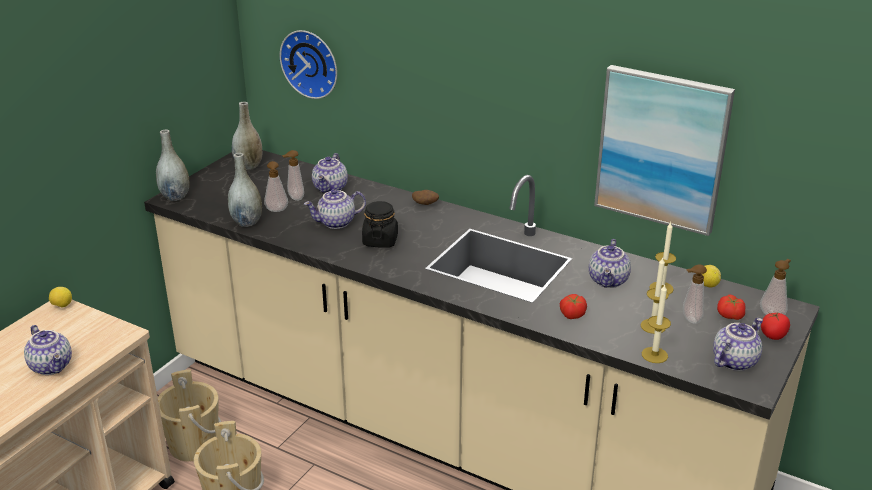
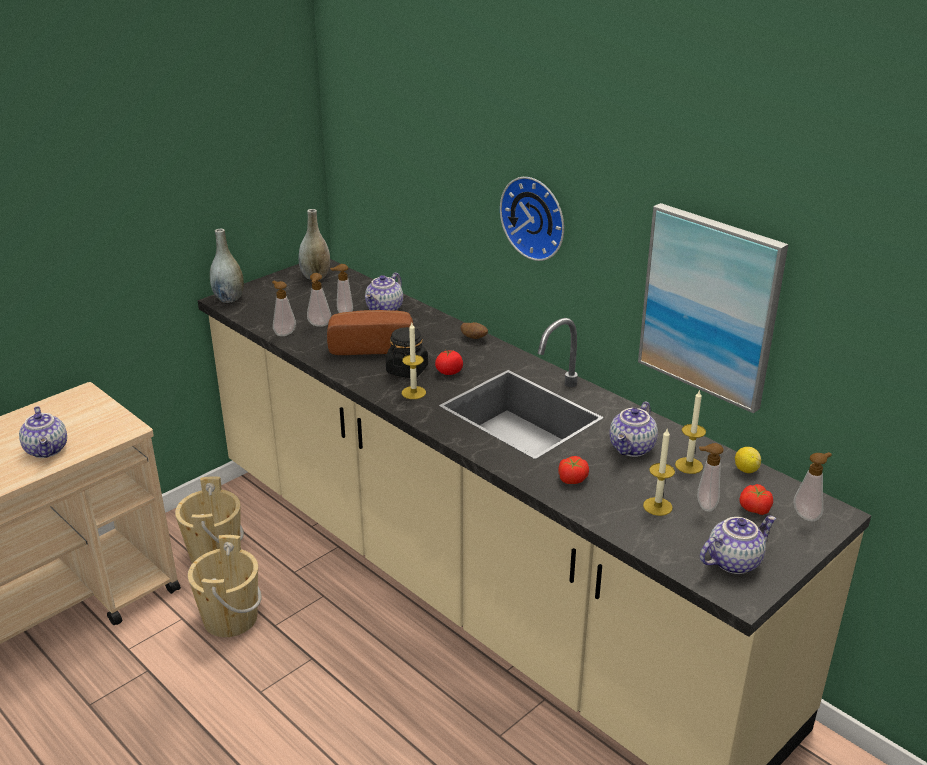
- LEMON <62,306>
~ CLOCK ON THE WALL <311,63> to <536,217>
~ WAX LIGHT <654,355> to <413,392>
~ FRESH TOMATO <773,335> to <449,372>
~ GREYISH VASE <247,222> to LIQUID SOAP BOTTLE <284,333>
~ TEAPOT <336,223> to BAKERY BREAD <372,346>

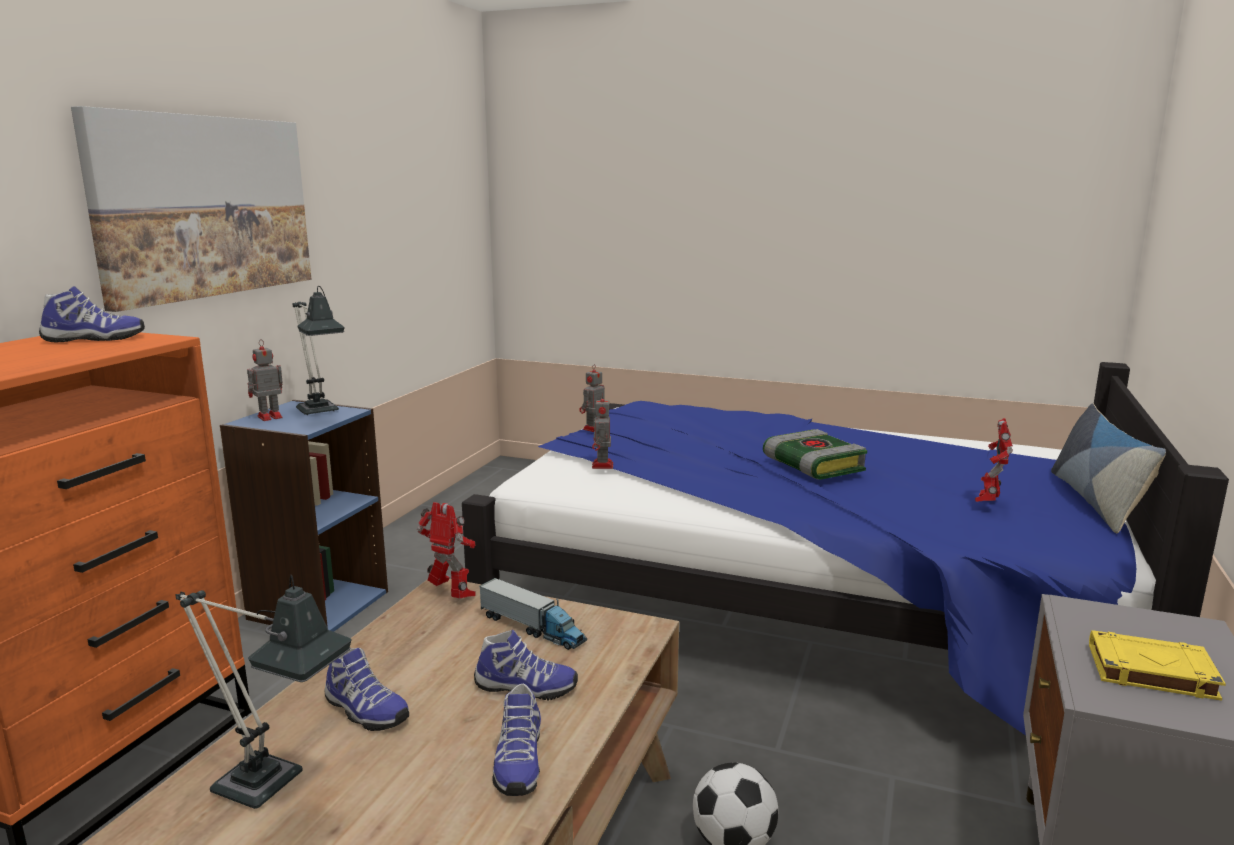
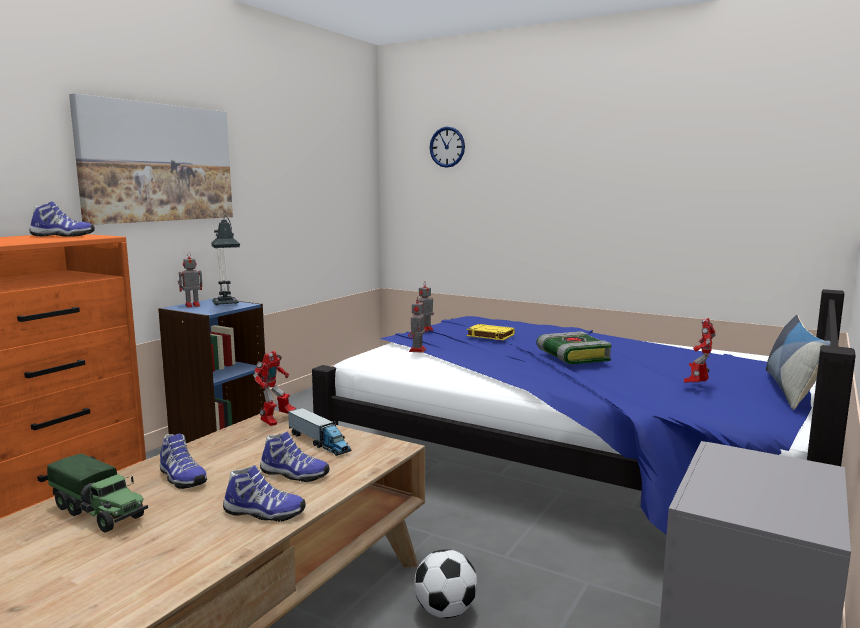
+ CLOCK ON THE WALL <447,147>
~ YELLOW-COLOURED BOOK <1149,671> to <489,335>
~ TABLETOP LAMP <272,789> to MODEL TRUCK <100,513>
~ TOY ROBOT <452,595> = <276,421> 75 degrees clockwise
~ ITEM OF FOOTWEAR <517,762> = <263,513> 90 degrees counterclockwise

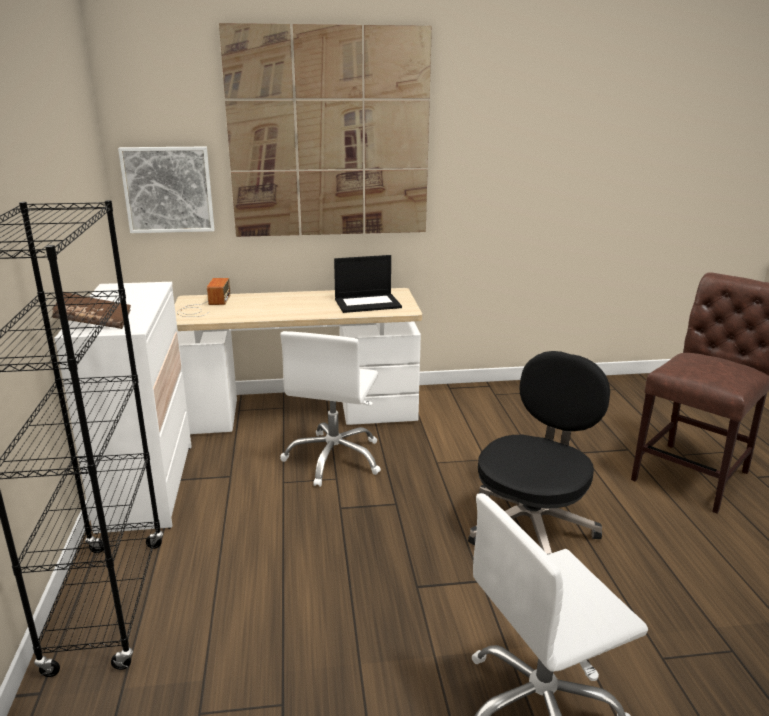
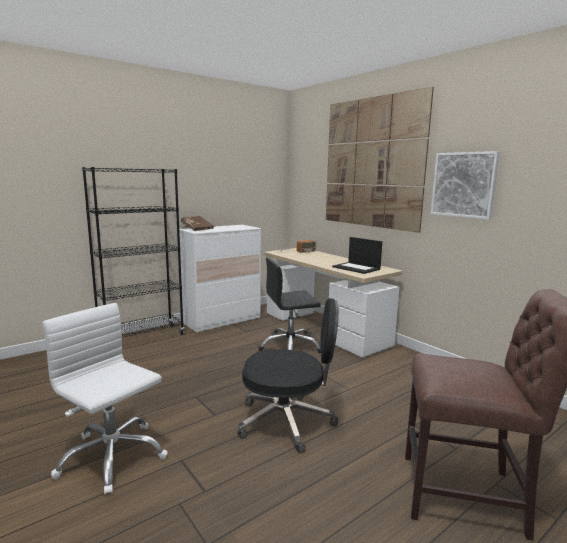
~ PICTURE <168,189> to <463,185>
~ WHITE-COLOURED OFFICE CHAIR <334,458> to BLACK OFFICE CHAIR <290,347>

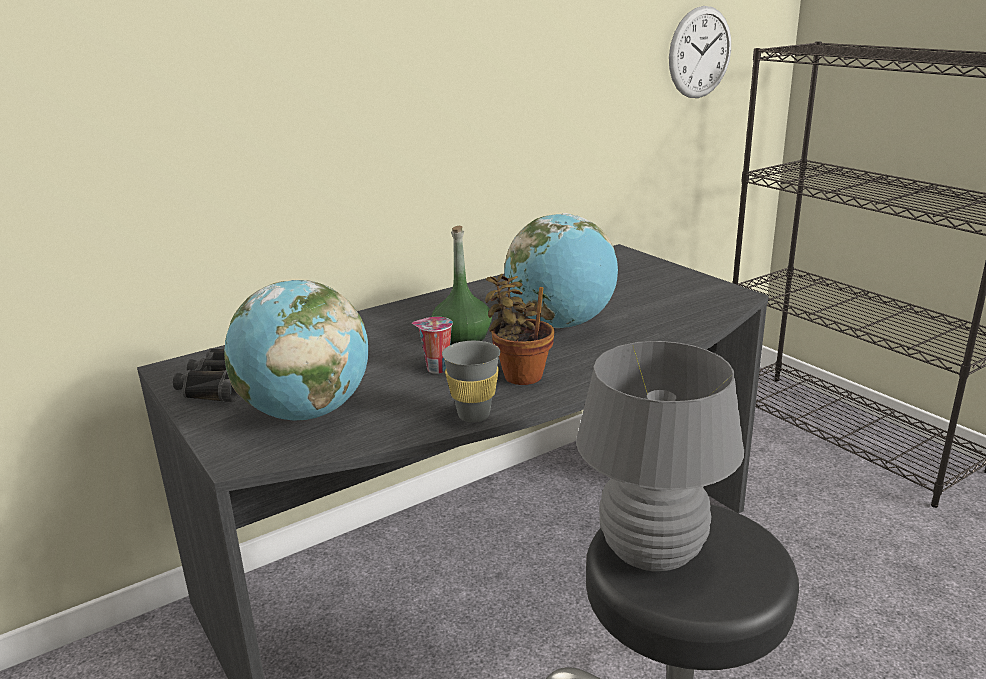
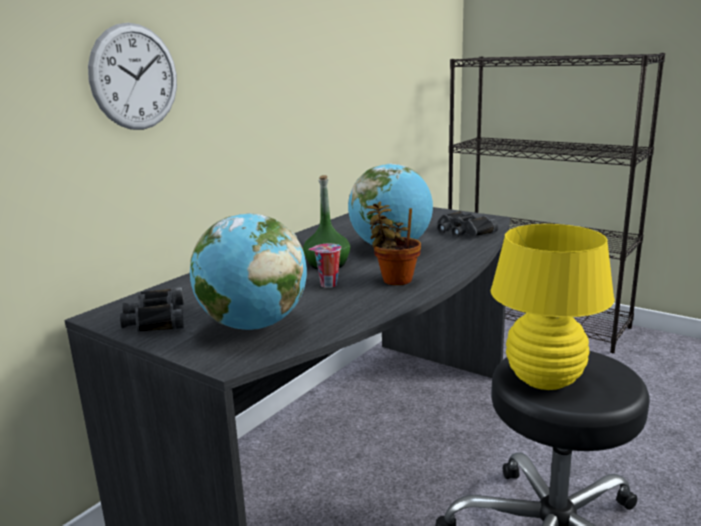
- GREYISH CUP <473,415>
+ BLACK PAIR OF BINOCULARS <463,231>
~ CLOCK ON THE WALL <700,52> to <134,77>
~ GREYISH TABLETOP LAMP <652,553> to YELLOW-COLOURED TABLETOP LAMP <544,380>

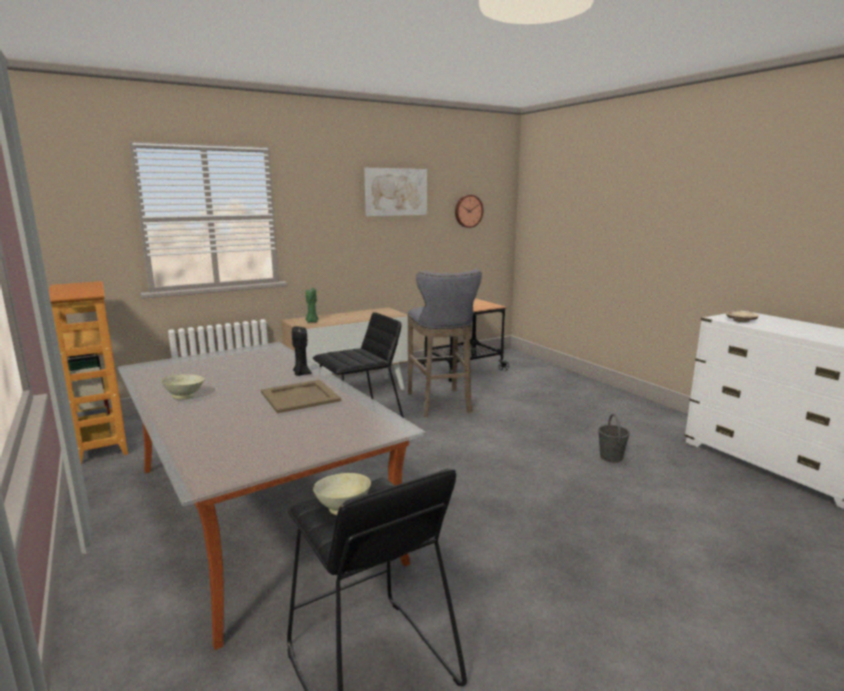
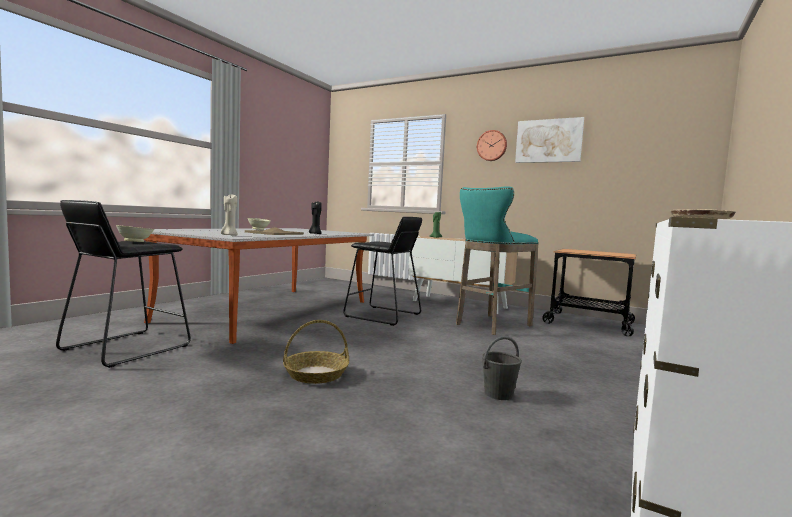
- BOOKCASE <101,442>
+ SAND-COLOURED WAX LIGHT <229,235>
+ BASKET <315,374>
~ CLOCK ON THE WALL <468,211> to <492,145>
~ GREYISH STOOL SEAT <441,404> to TURQUOISE-COLOURED STOOL SEAT <490,325>

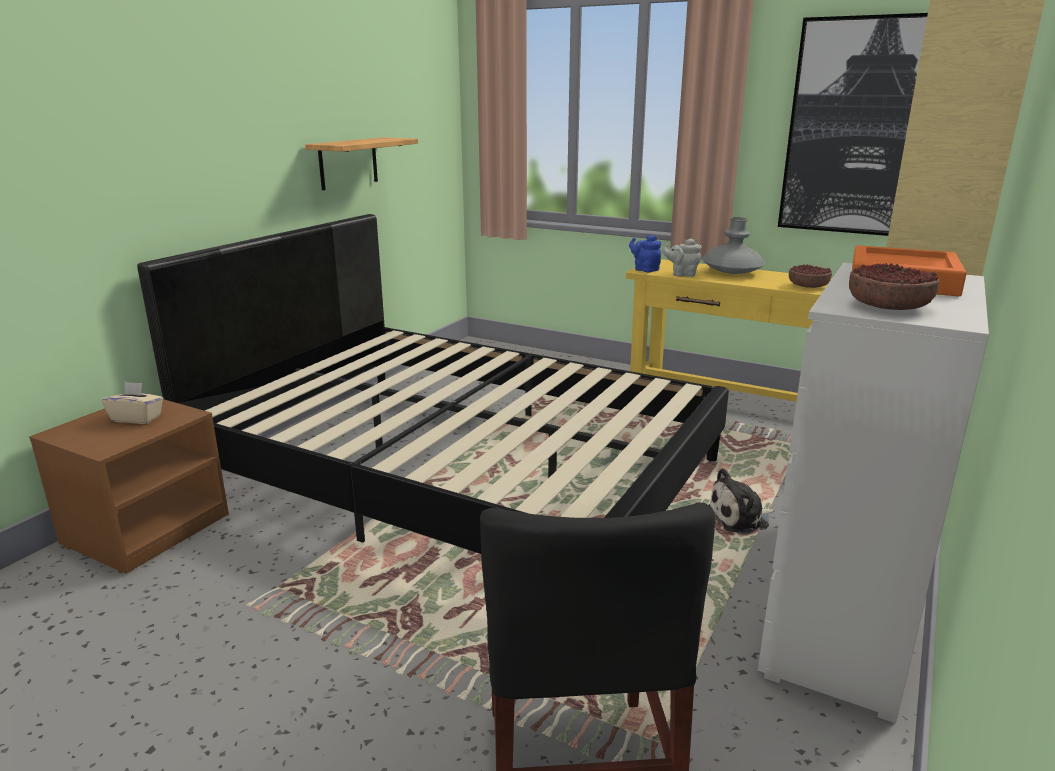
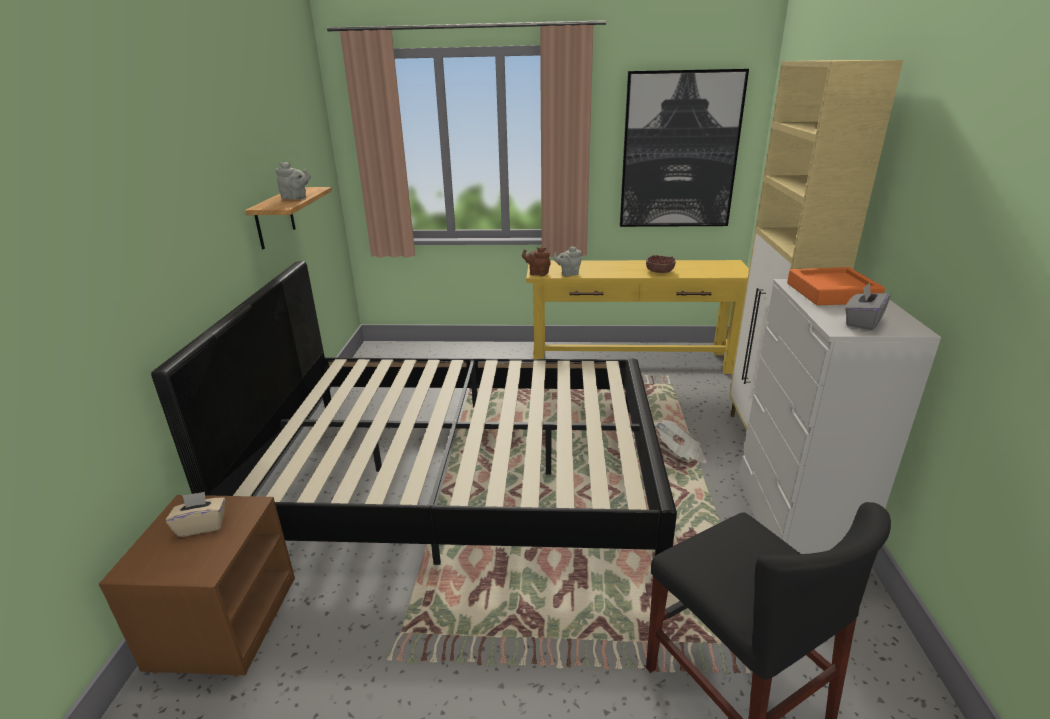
- GREYISH VASE <731,272>
+ GREYISH TEAPOT <296,198>
~ SOFT TOY <740,518> to NEWSPAPER <680,453>
~ BOWL <888,306> to GREYISH TISSUE BOX <862,322>
~ BLUE TEAPOT <645,269> to BROWN TEAPOT <537,273>

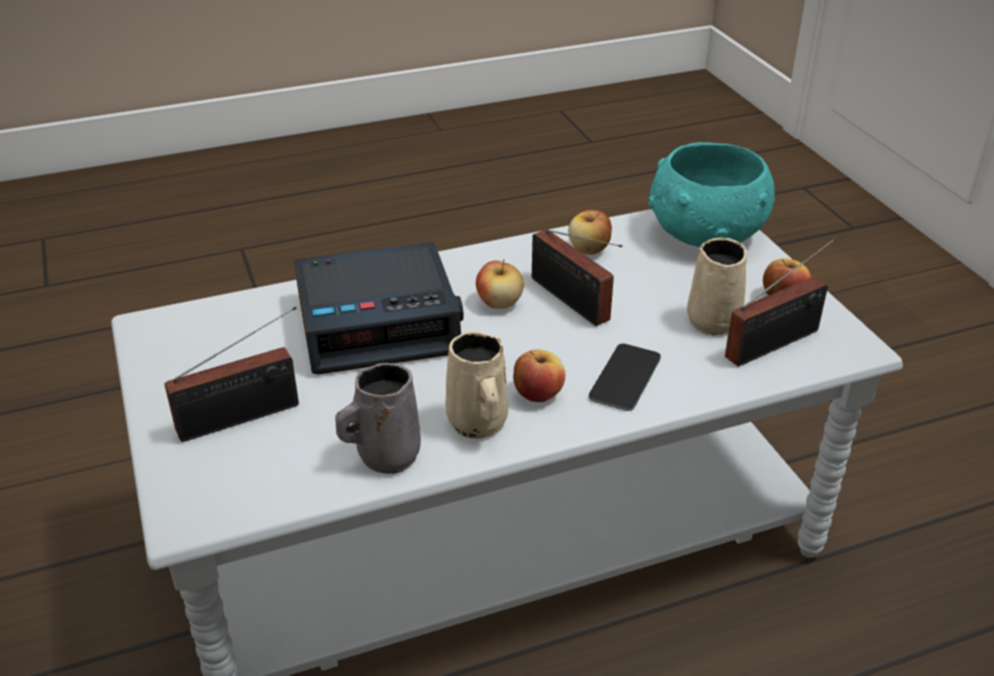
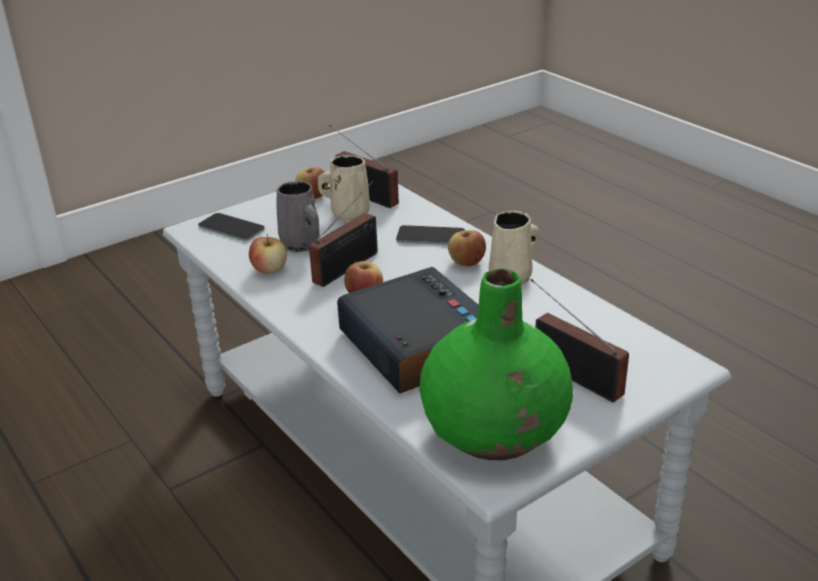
+ GREEN VASE <495,432>
~ GREYISH COFFEE MUG <385,456> to <301,245>
~ TURQUOISE-COLOURED BOWL <704,234> to TELEPHONE <231,228>

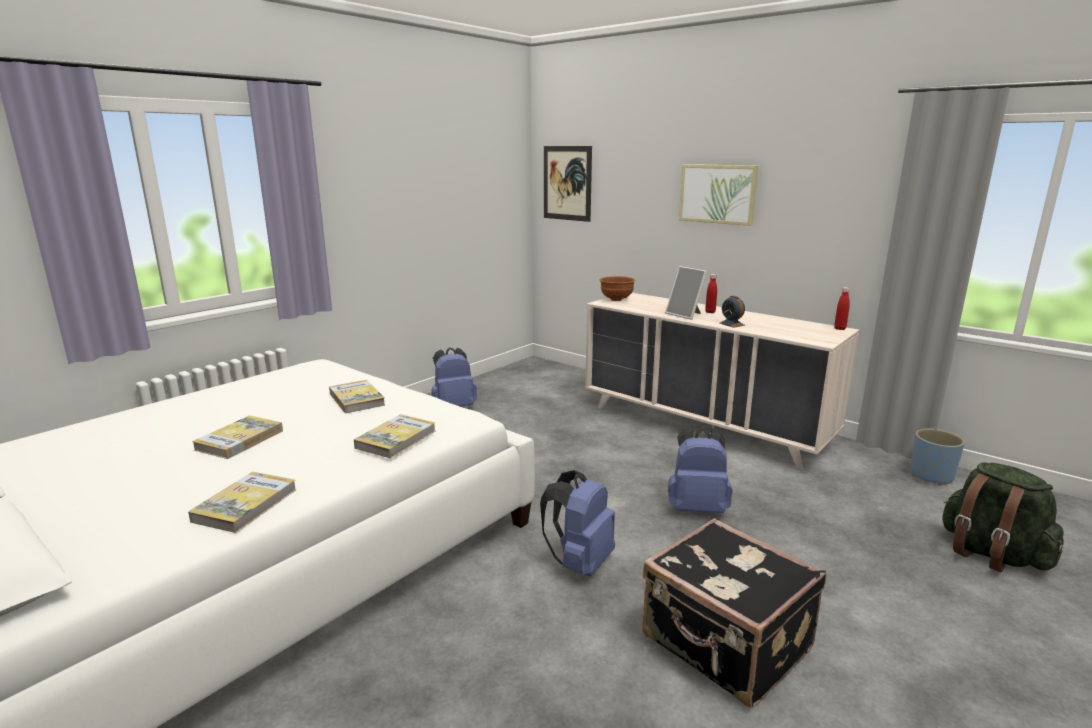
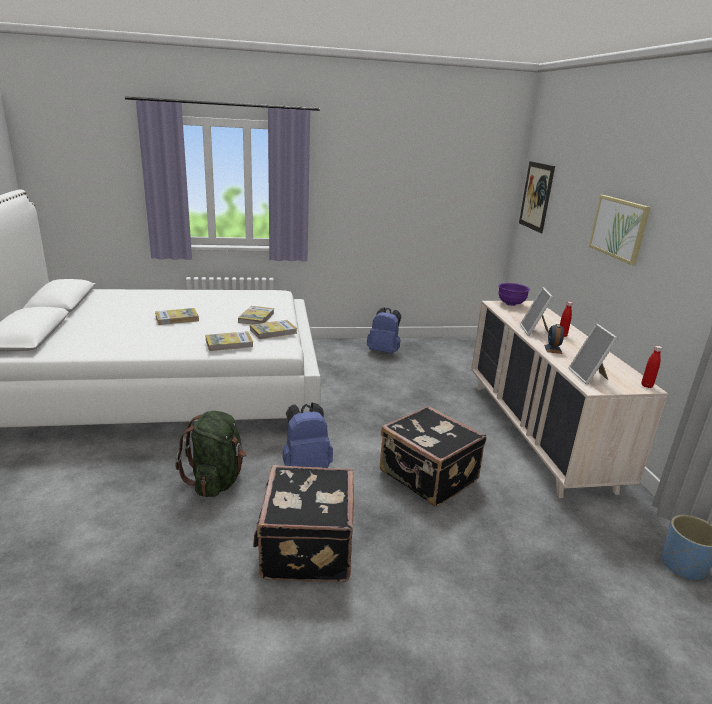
+ STANDING FRAME <589,376>
~ BOOK <245,505> to <273,331>
~ GREEN RUCKSACK <991,554> to <216,480>
~ BLUE RUCKSACK <697,507> to BLACK PIECE OF LUGGAGE <427,477>
~ BROWN BOWL <616,299> to PURPLE BOWL <511,304>

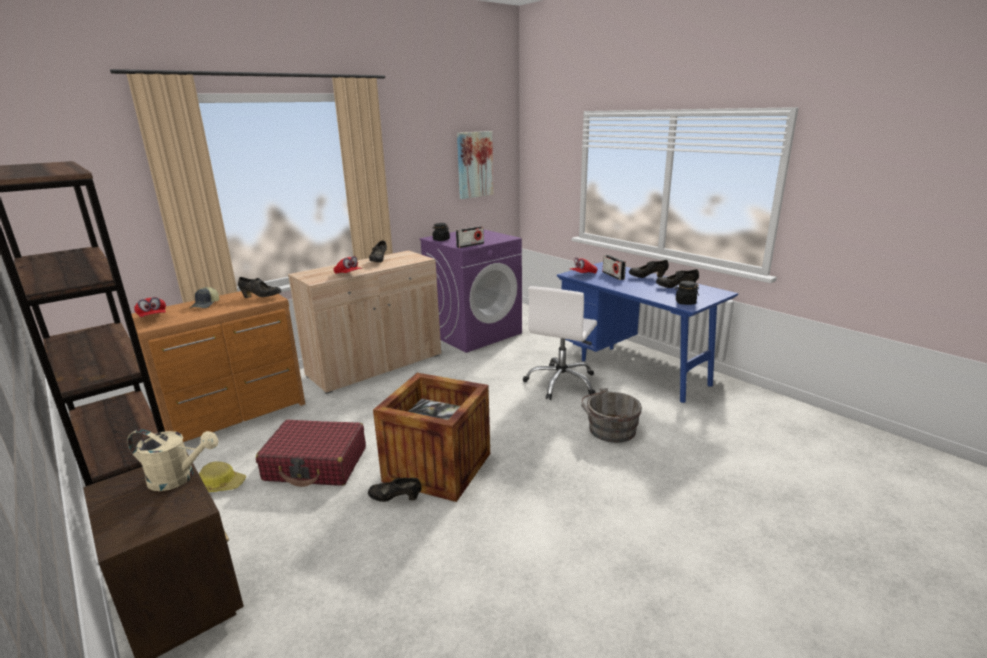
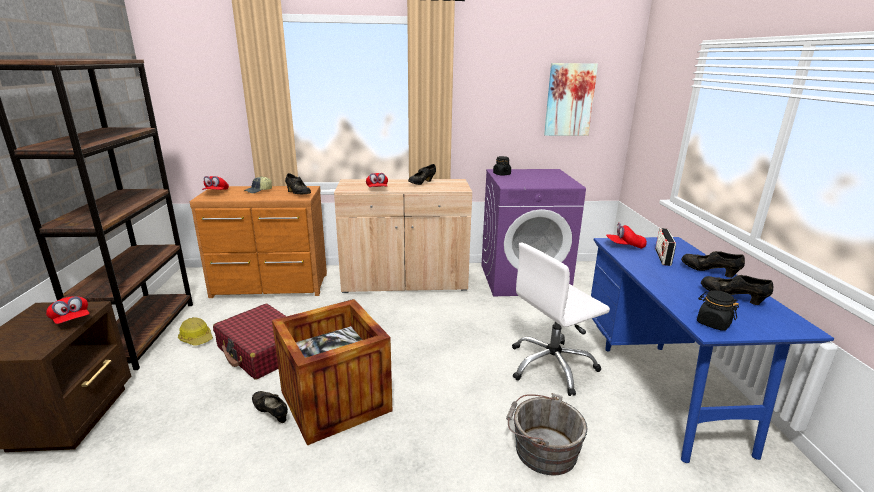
- RADIO <470,245>
~ SAND-COLOURED WATERING CAN <179,478> to REDDISH BASEBALL CAP <71,320>

